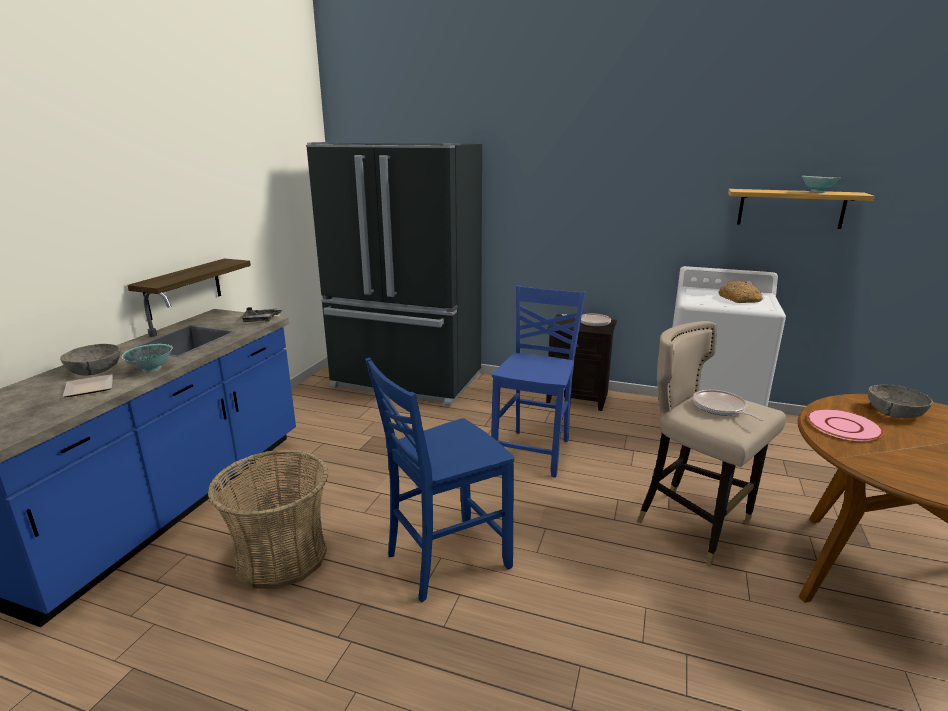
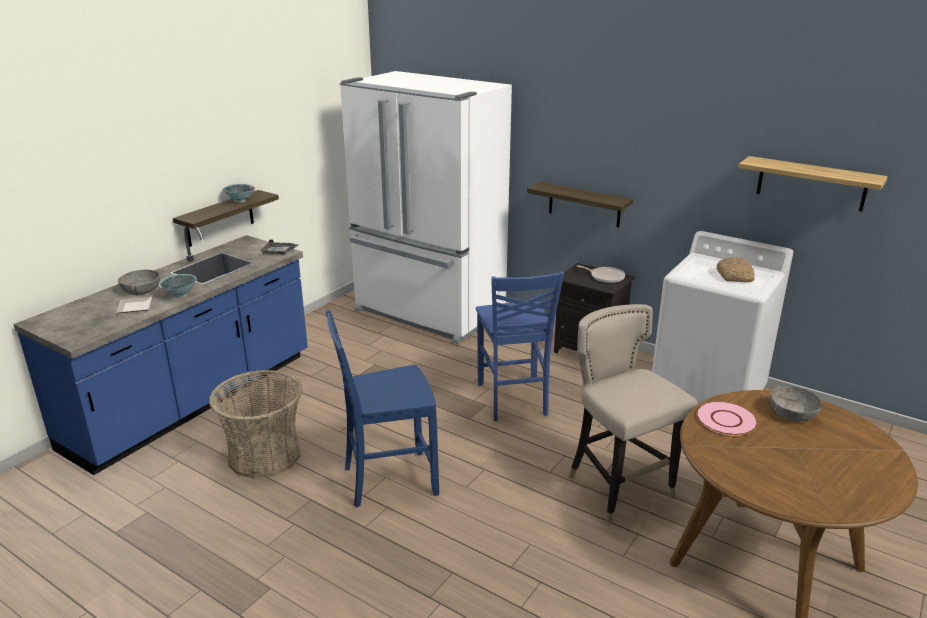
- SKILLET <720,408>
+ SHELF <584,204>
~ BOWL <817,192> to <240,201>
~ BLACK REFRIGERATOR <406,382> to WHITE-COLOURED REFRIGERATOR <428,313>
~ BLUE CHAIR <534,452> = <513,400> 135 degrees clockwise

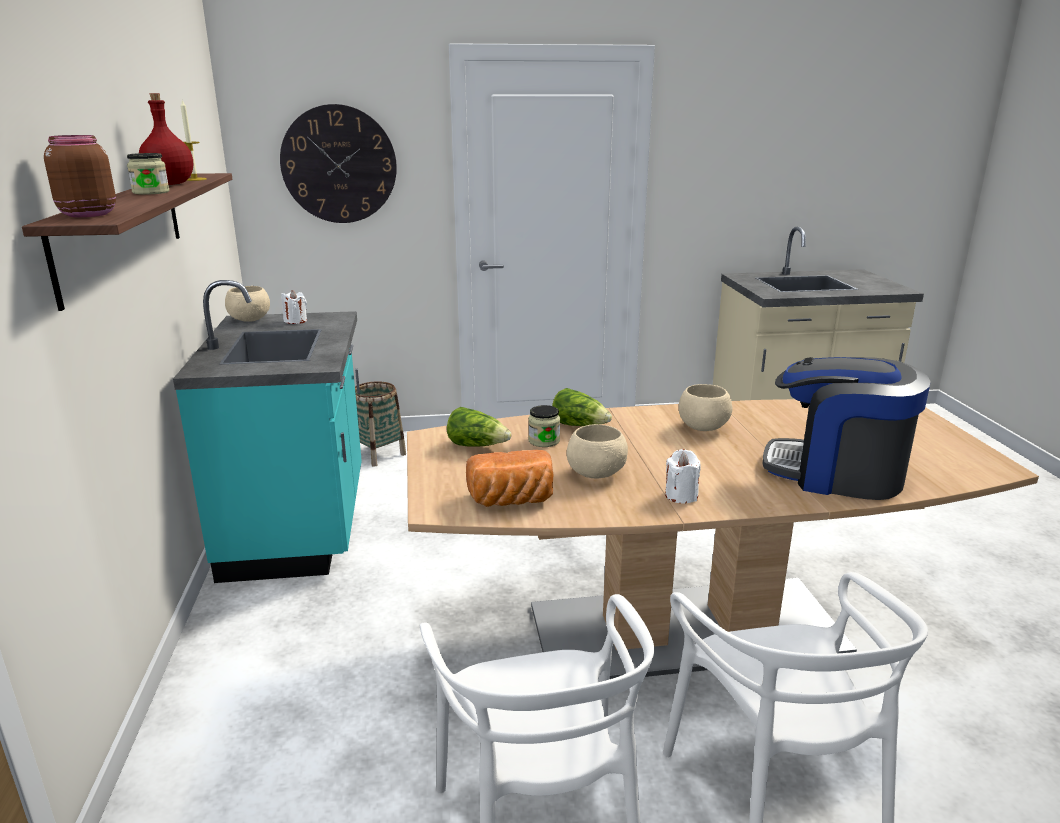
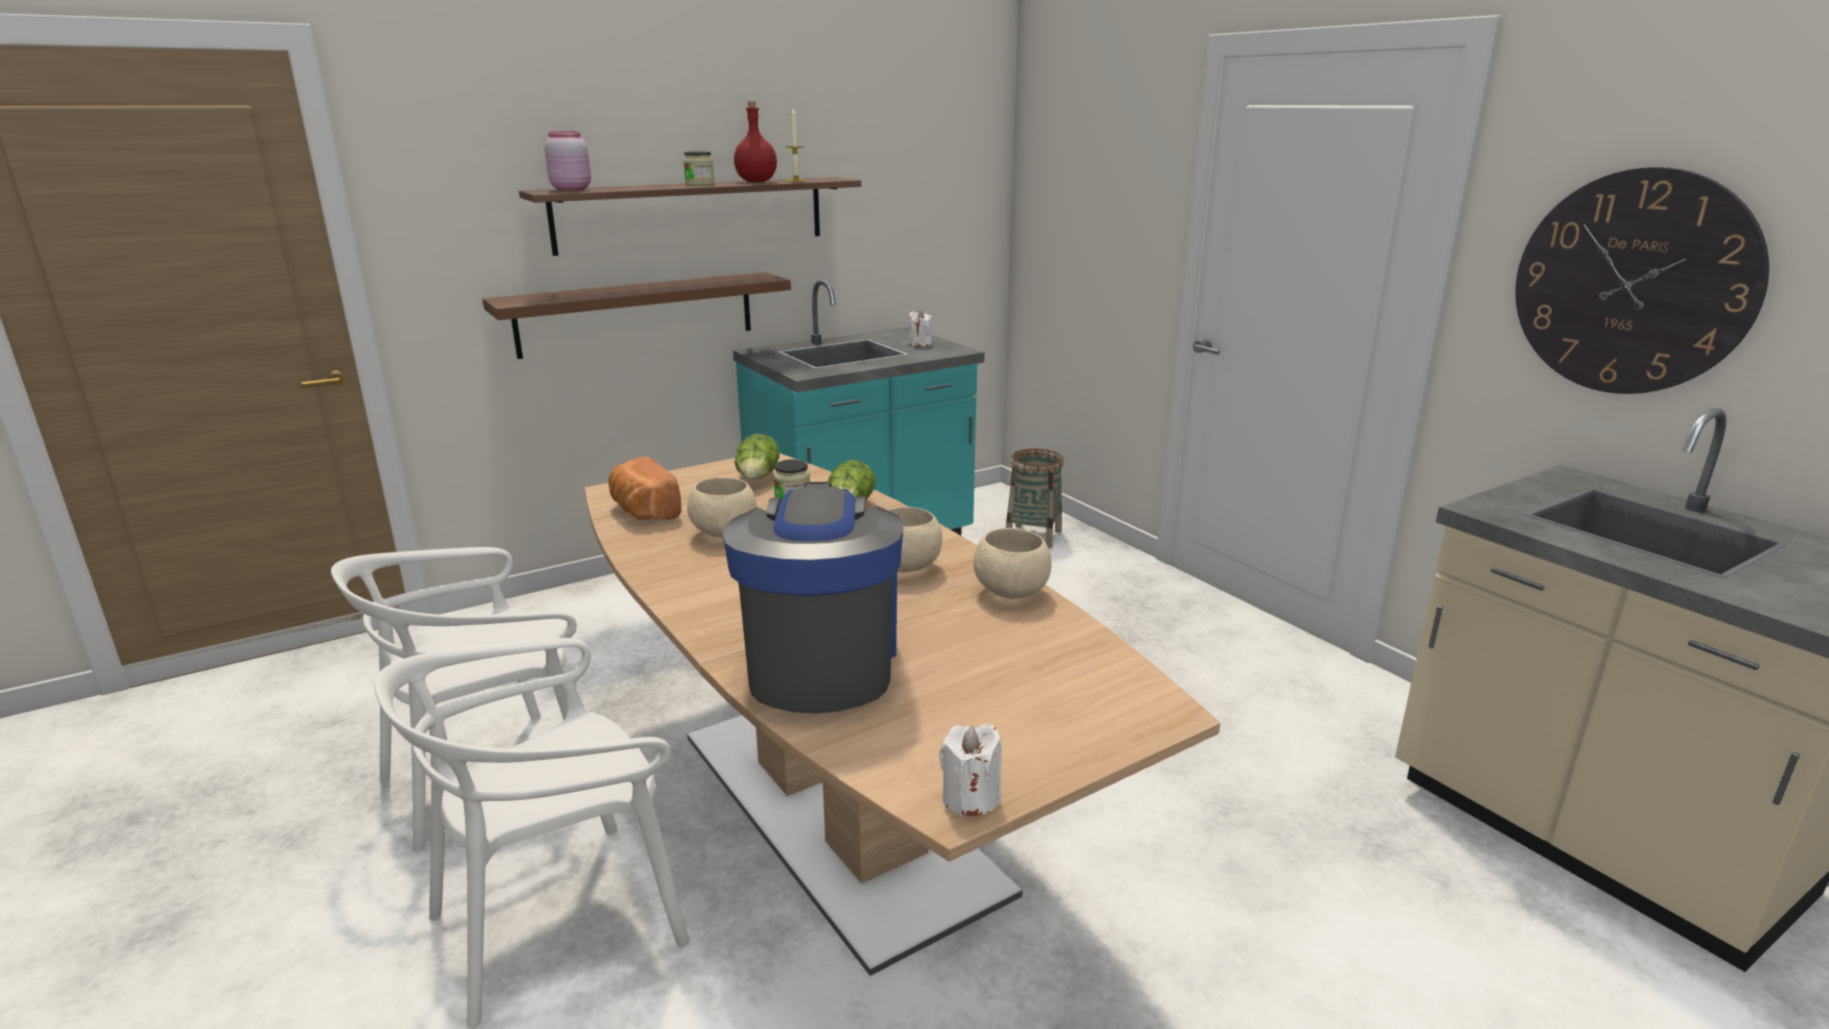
+ BROWN SHELF <637,314>
~ SAND-COLOURED BOWL <250,320> to <1010,593>
~ CLOCK ON THE WALL <339,164> to <1632,283>
~ WHITE-COLOURED WAX LIGHT <681,496> to <970,798>
~ BROWN JAR <86,214> to PINK-COLOURED JAR <571,189>

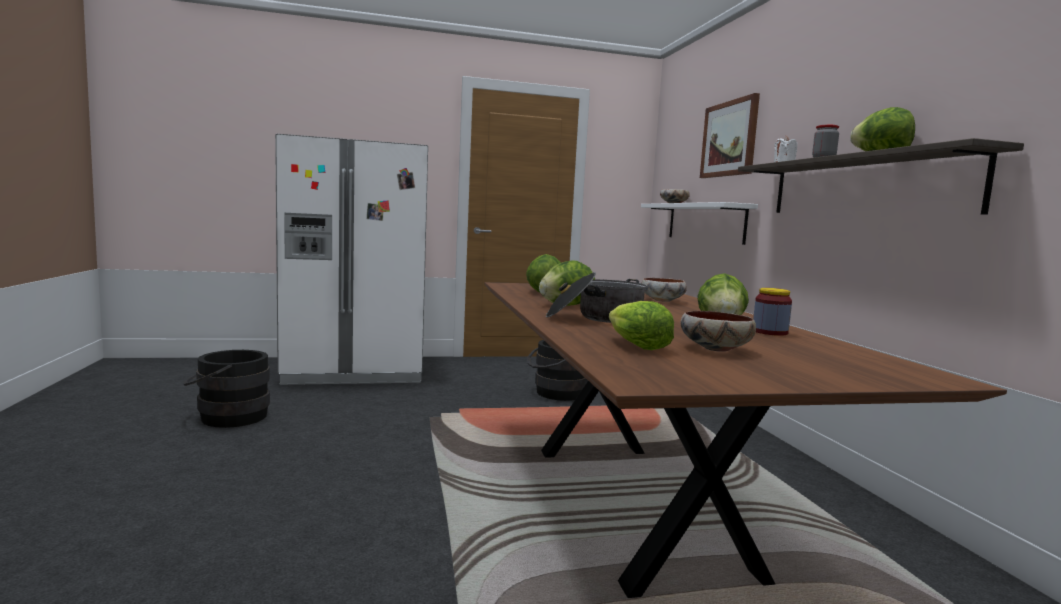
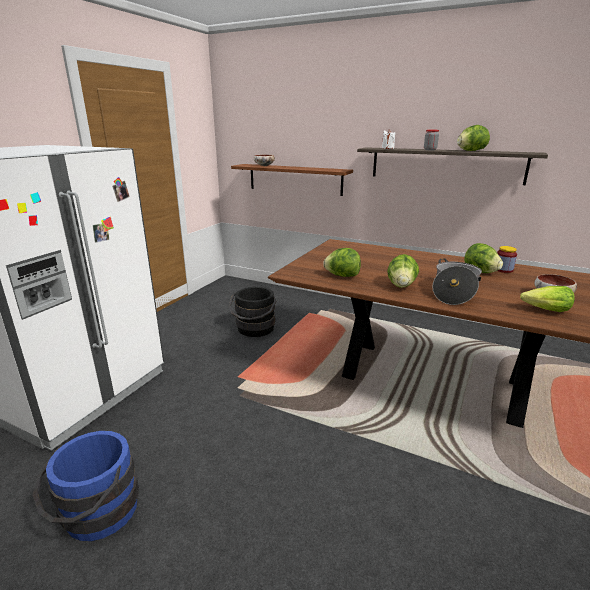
- BOWL <663,301>
- PICTURE <729,139>
~ BLACK BUCKET <227,417> to BLUE BUCKET <96,516>
~ WHITE-COLOURED SHELF <705,222> to BROWN SHELF <295,179>

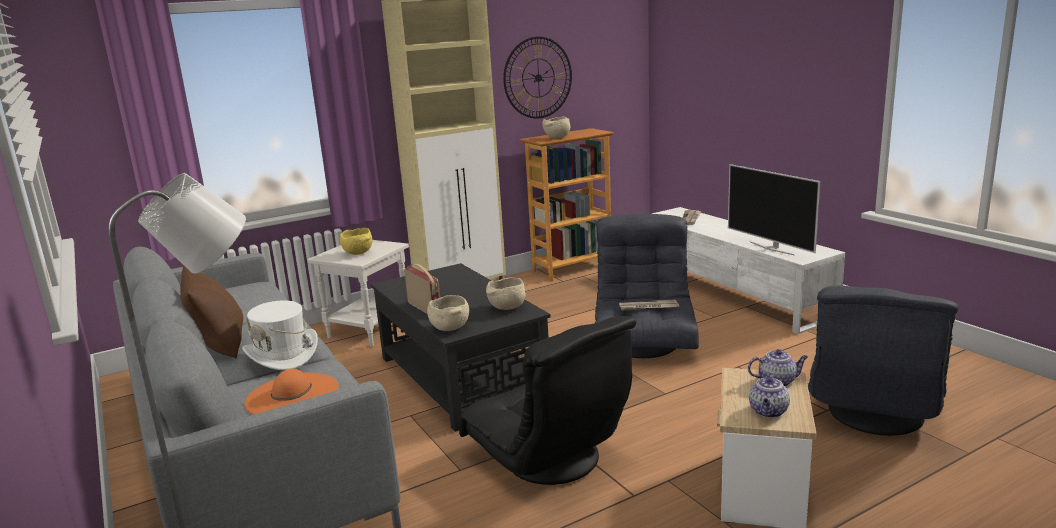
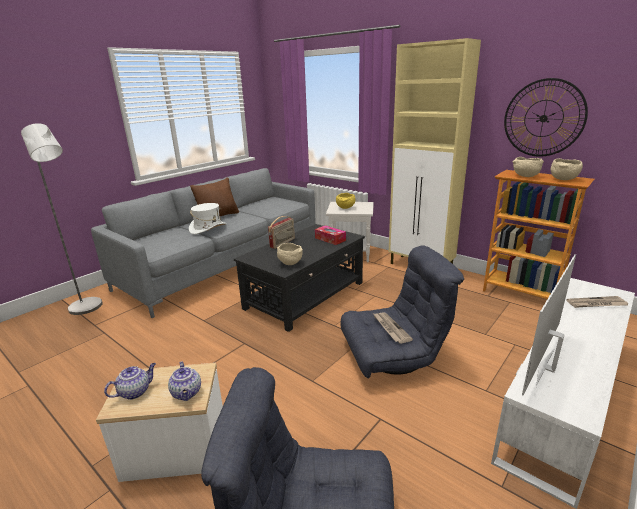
- ORANGE CLOTHING HAT <292,395>
- BLACK EASY CHAIR <550,460>
+ TISSUE BOX <330,239>
~ SAND-COLOURED BOWL <449,328> to <563,179>
~ TEAPOT <768,412> = <135,391> 135 degrees clockwise

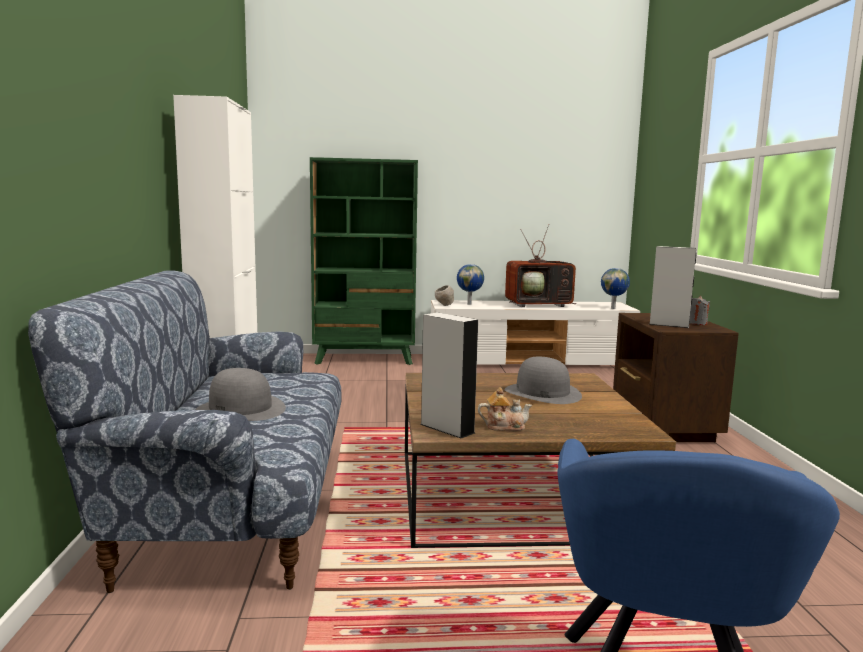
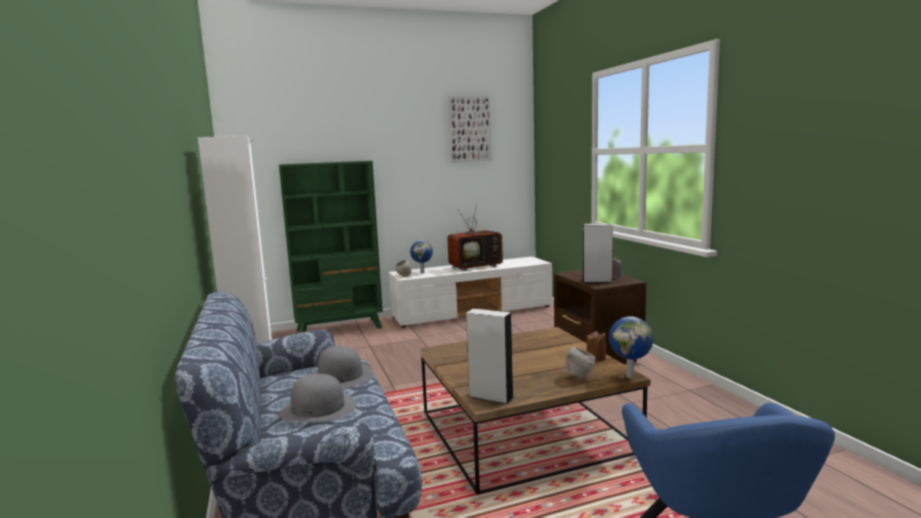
- TEAPOT <504,426>
+ PICTURE <469,129>
+ GREYISH BOWL <579,377>
+ BROWN WAX LIGHT <596,357>
~ GREYISH CLOTHING HAT <542,393> to <340,376>
~ DESK GLOBE <613,308> to <630,376>

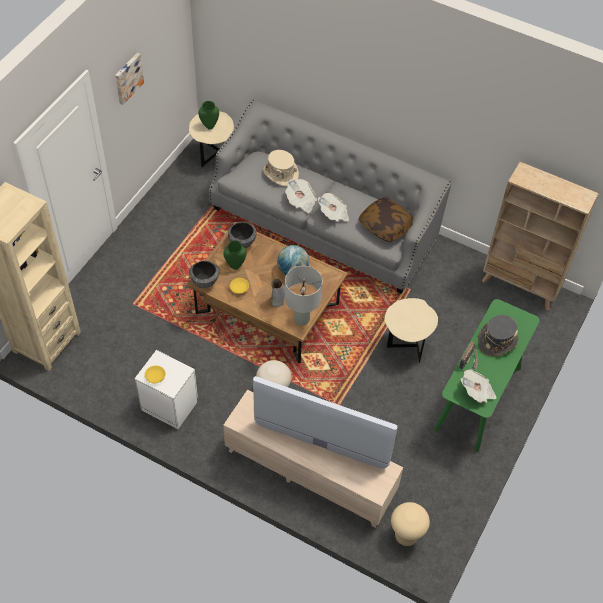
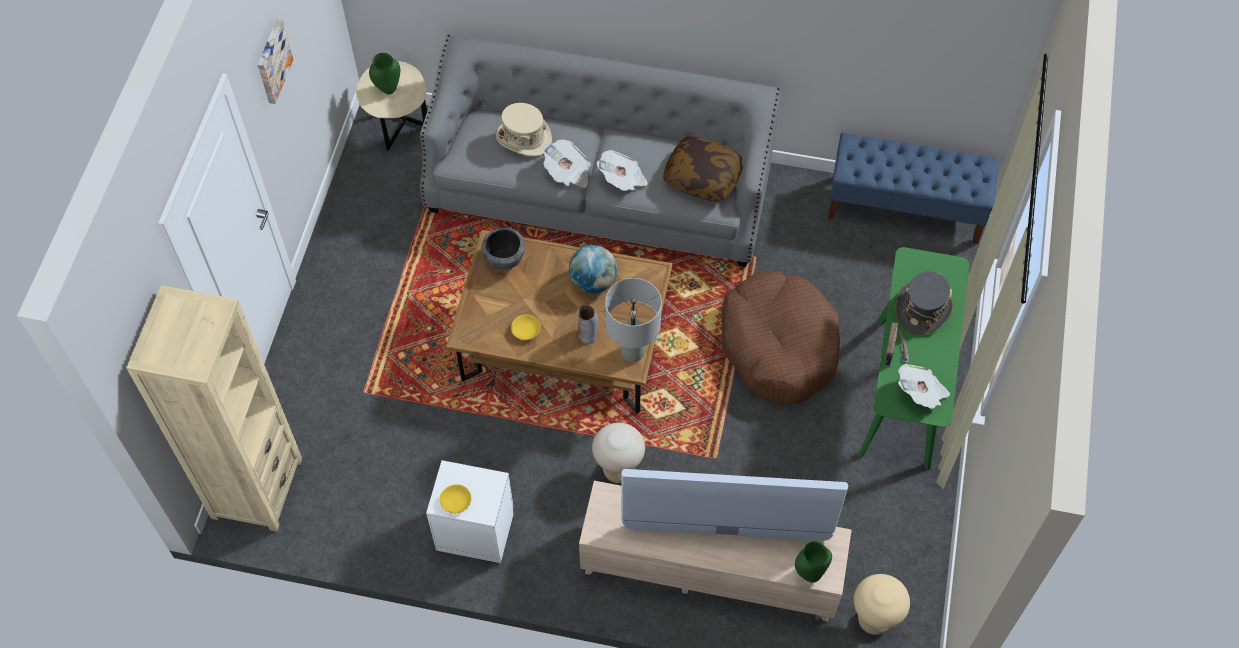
- BOWL <205,282>
~ GREEN VASE <235,266> to <809,574>
~ SAND-COLOURED ACCENT TABLE <405,347> to BROWN DOG BED <779,345>
~ SAND-COLOURED BOOKCASE <520,286> to BLUE LONG SEAT <906,209>

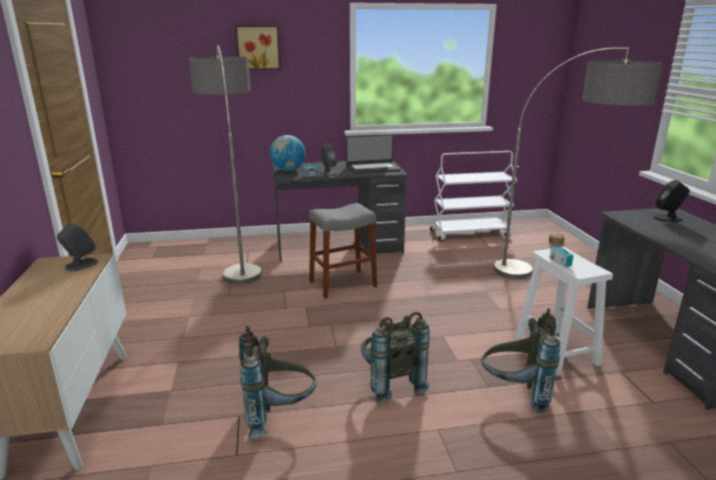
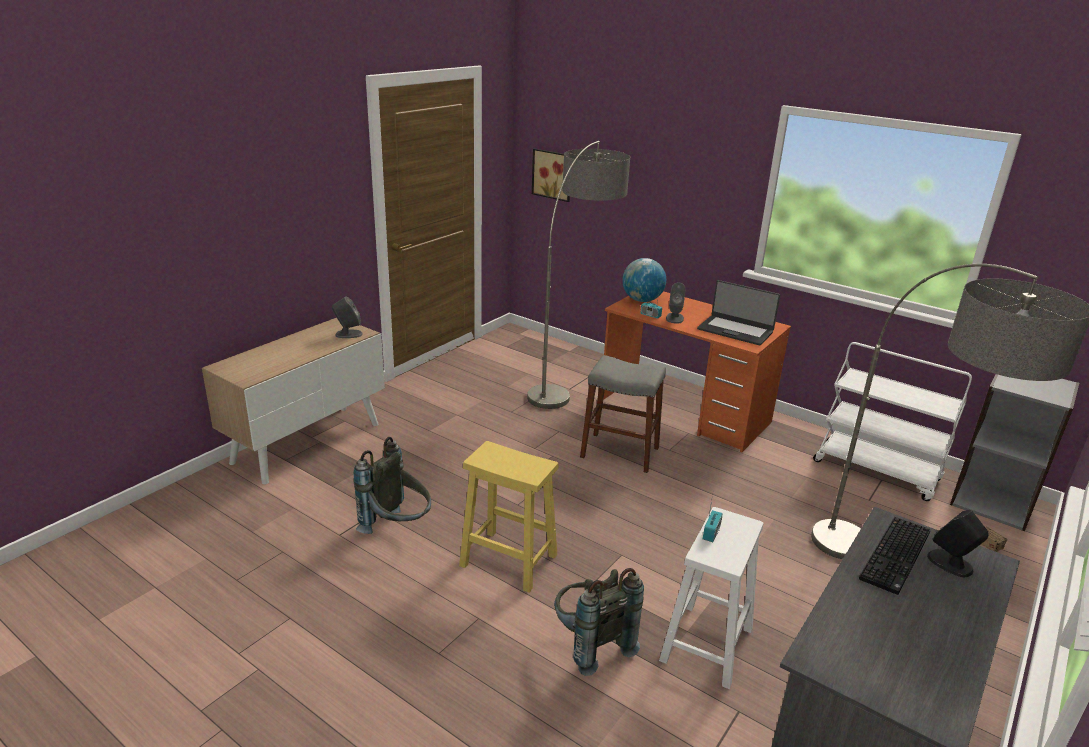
+ KEYBOARD <897,557>
+ GREYISH BOOKCASE <992,501>
~ PICTURE <258,47> to <553,174>
~ GREYISH RUCKSACK <390,382> to YELLOW-COLOURED STOOL SEAT <507,560>
~ GREYISH DESK <339,246> to ORANGE DESK <684,411>

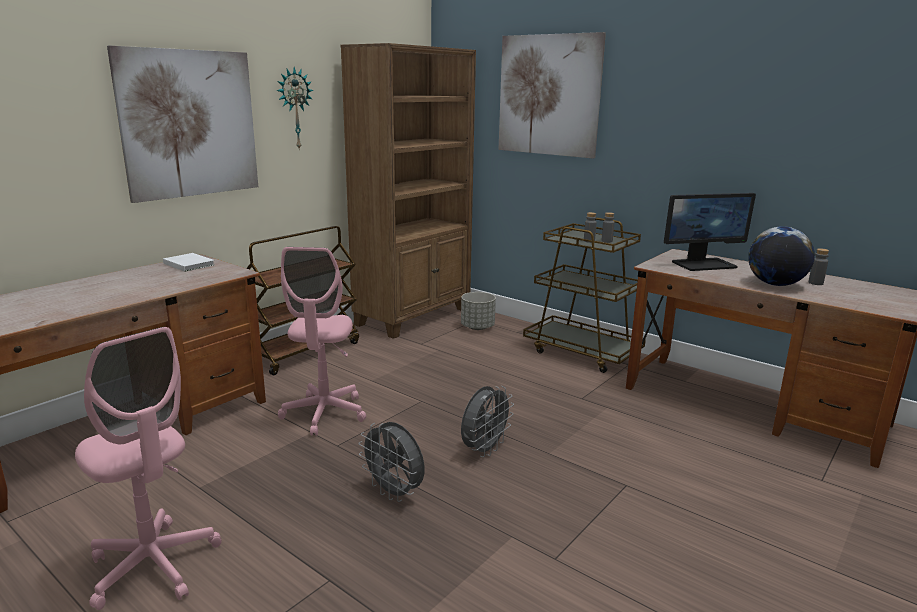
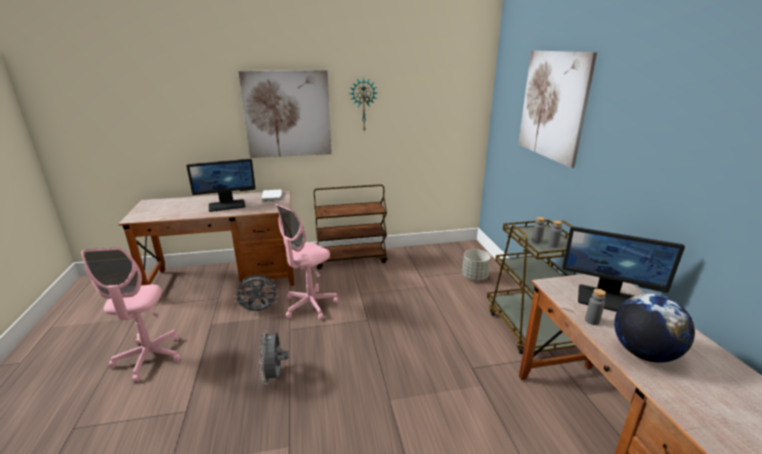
- BROWN BOOKCASE <414,316>
+ COMPUTER SCREEN <227,205>
~ GREYISH ELECTRIC FAN <484,450> to <259,310>
~ GREYISH BEVERAGE BOTTLE <815,283> to <592,321>

